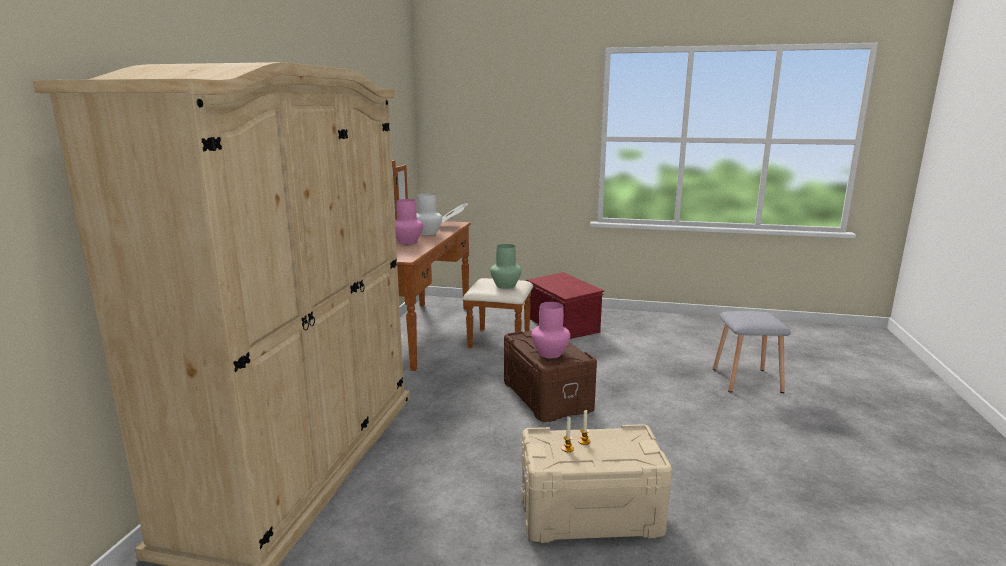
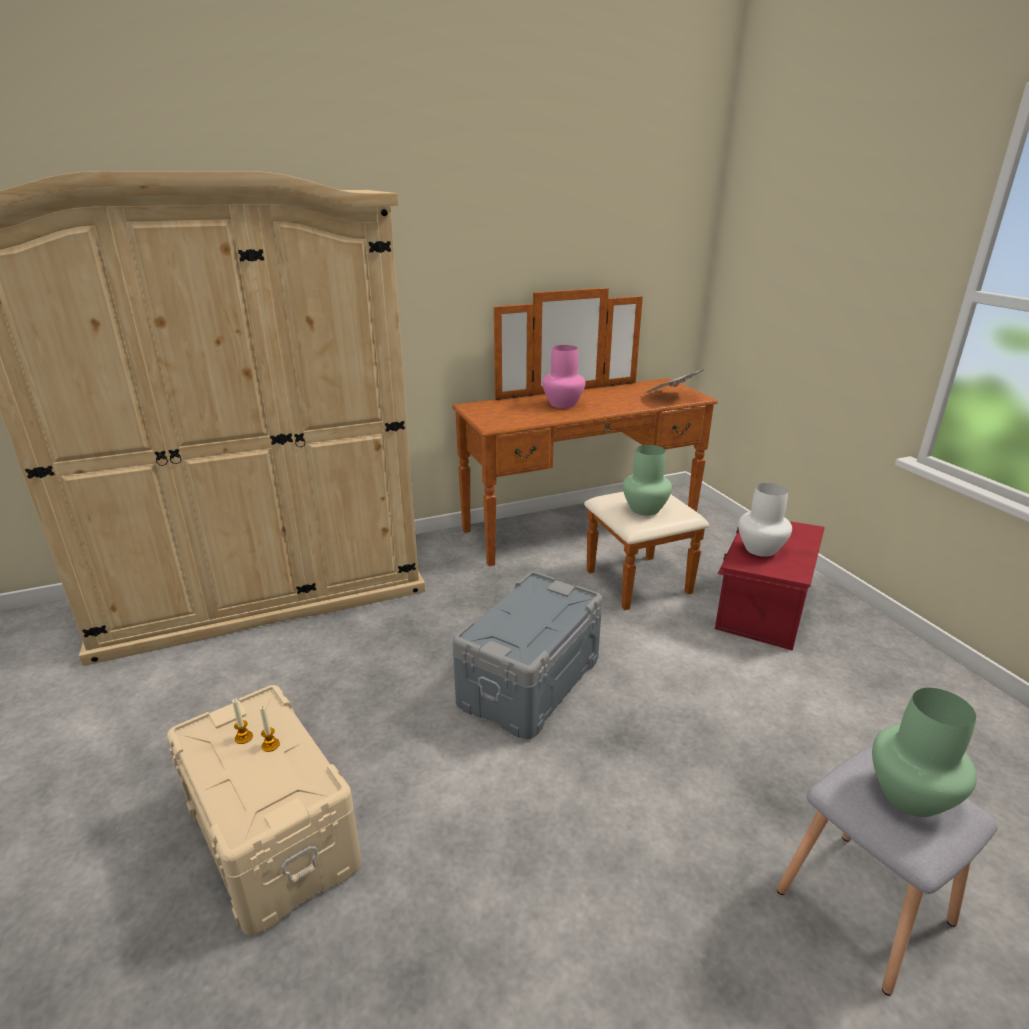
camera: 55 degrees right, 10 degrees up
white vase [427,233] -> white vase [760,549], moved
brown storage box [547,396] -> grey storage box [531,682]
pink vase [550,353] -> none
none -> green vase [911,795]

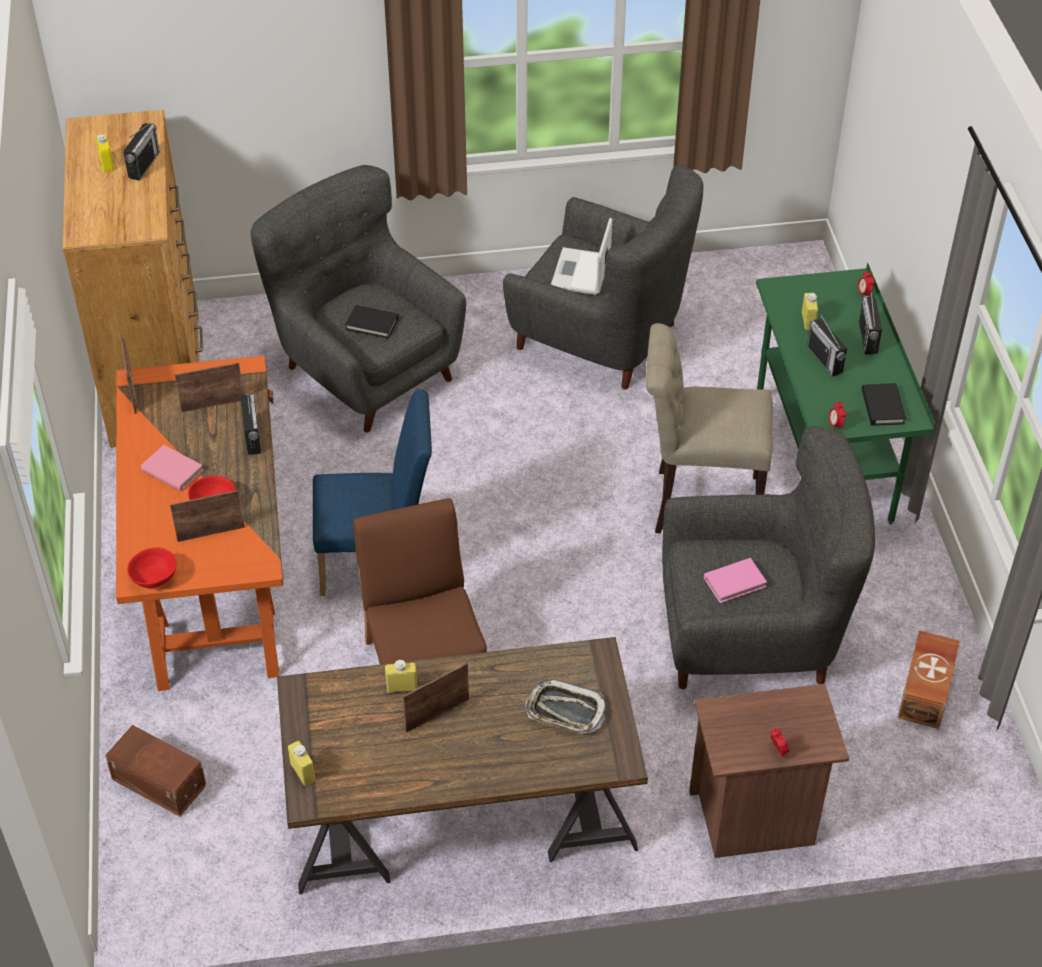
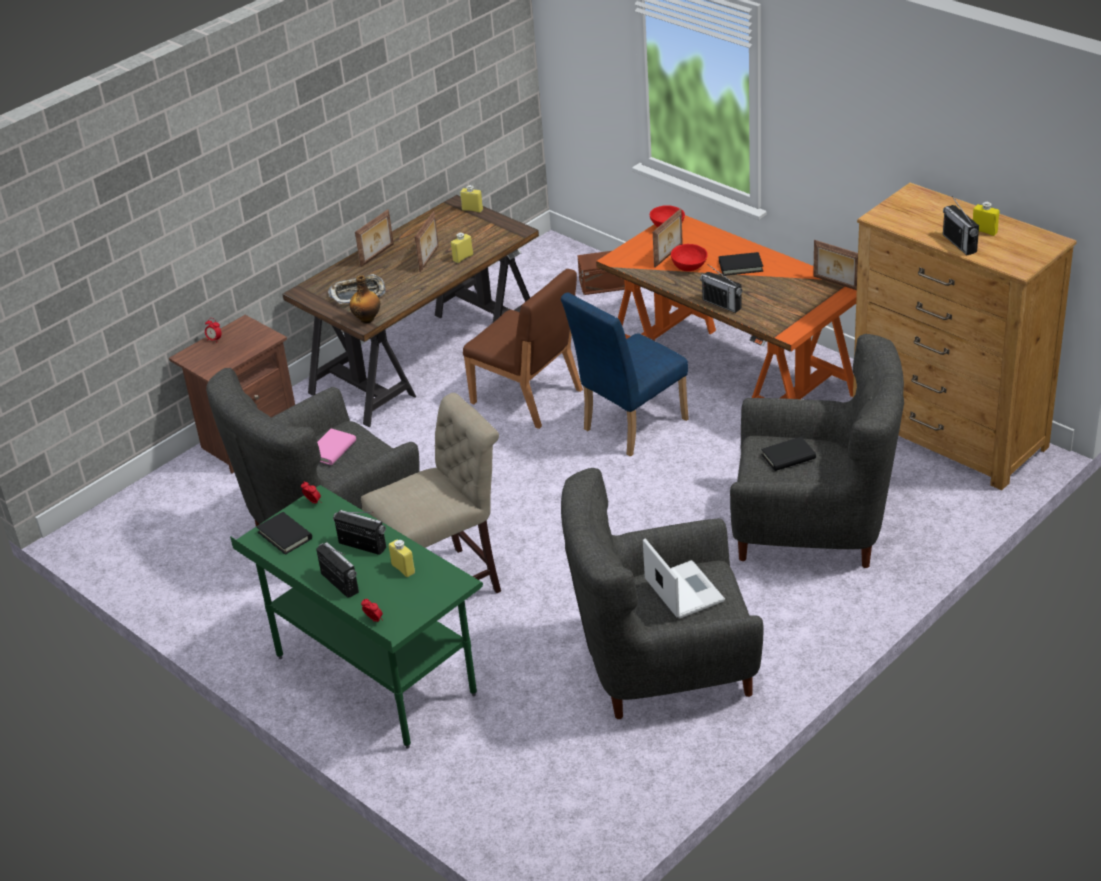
camera: 145 degrees right, 10 degrees down
pink book [172,471] -> black book [740,266]
picture frame [213,404] -> picture frame [377,255], moved
brown storage box [927,690] -> none
none -> bottle [367,319]

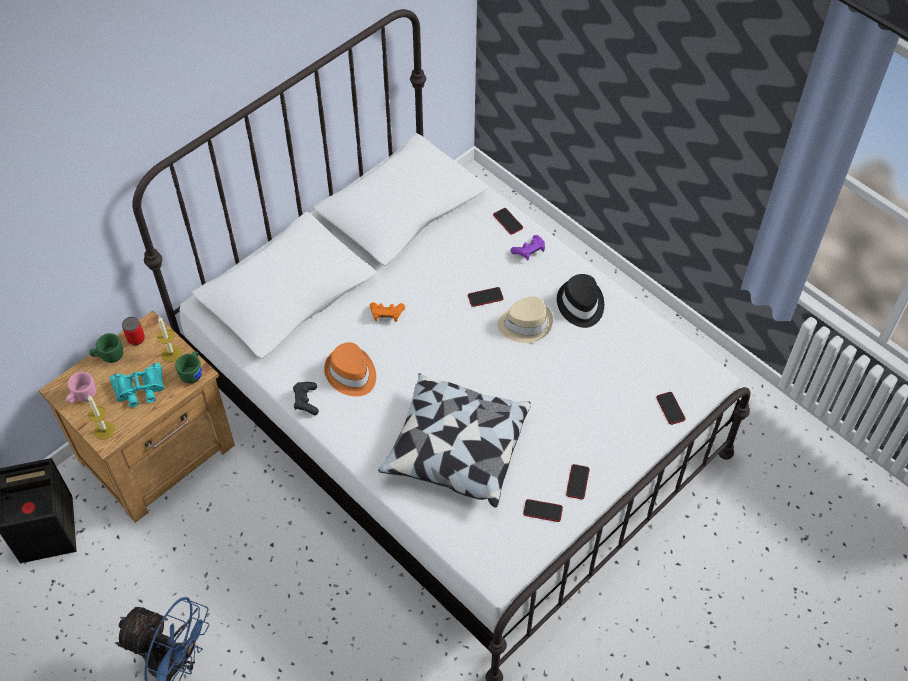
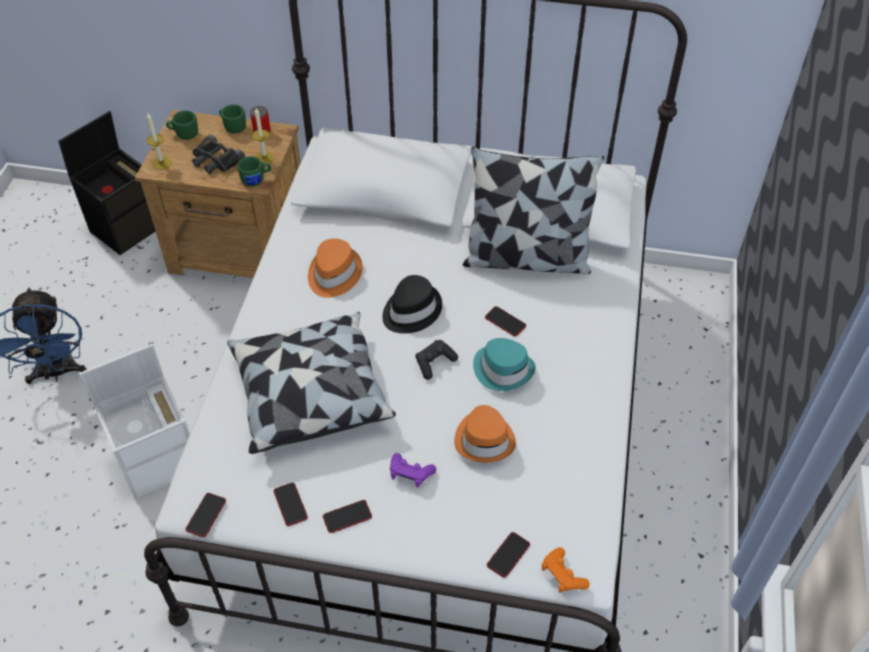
camera: 55 degrees right, 5 degrees down
pink mug [82,396] -> green mug [184,134]
turquoise binoculars [139,389] -> black binoculars [216,160]
black game controller [306,401] -> black game controller [434,363], moved
orange game controller [386,314] -> orange game controller [562,575], moved
phone [508,221] -> phone [206,515], moved
beige hat [525,323] -> turquoise hat [503,369]
purple game controller [529,251] -> purple game controller [410,474], moved
black hat [580,305] -> black hat [411,310], moved
none -> white storage box [159,460]
none -> orange hat [485,439]
none -> pillow [526,258]

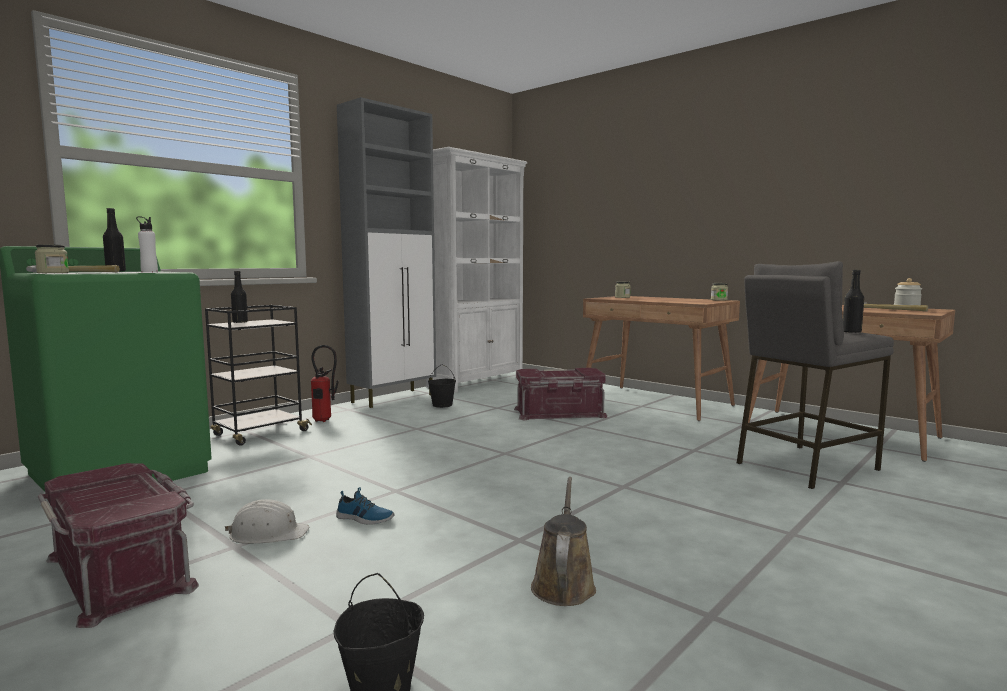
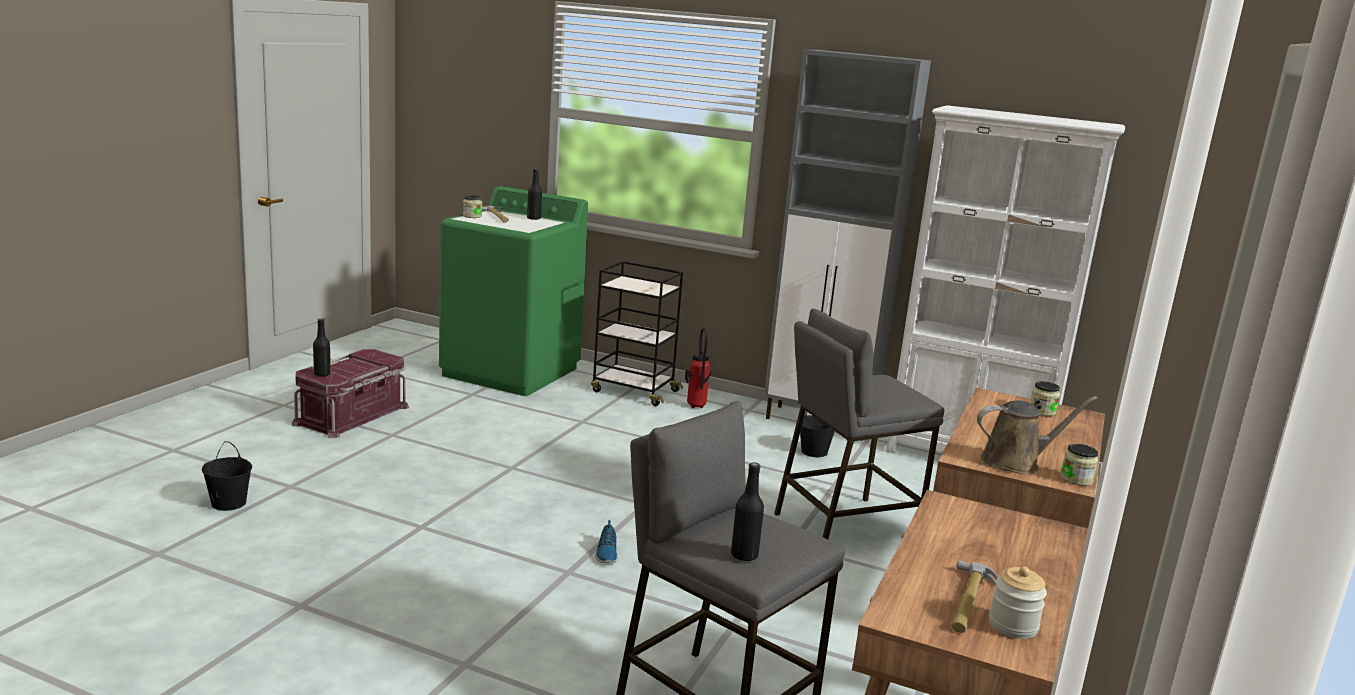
camera: 70 degrees right, 10 degrees up
white bottle [149,272] -> none
white hard hat [268,534] -> none
black bottle [240,322] -> black bottle [322,374], moved
shoe [364,518] -> shoe [606,552], moved
red storage box [559,413] -> grey stool [844,526]
brown watering can [563,584] -> brown watering can [1015,462], moved

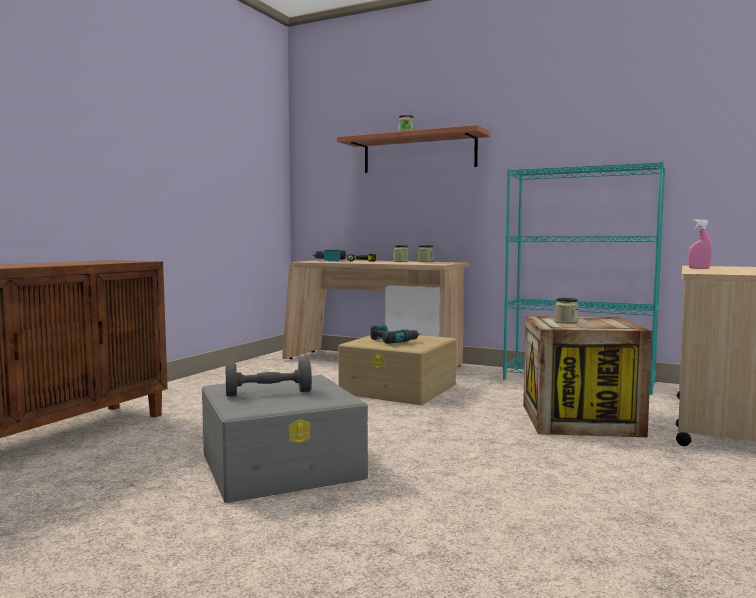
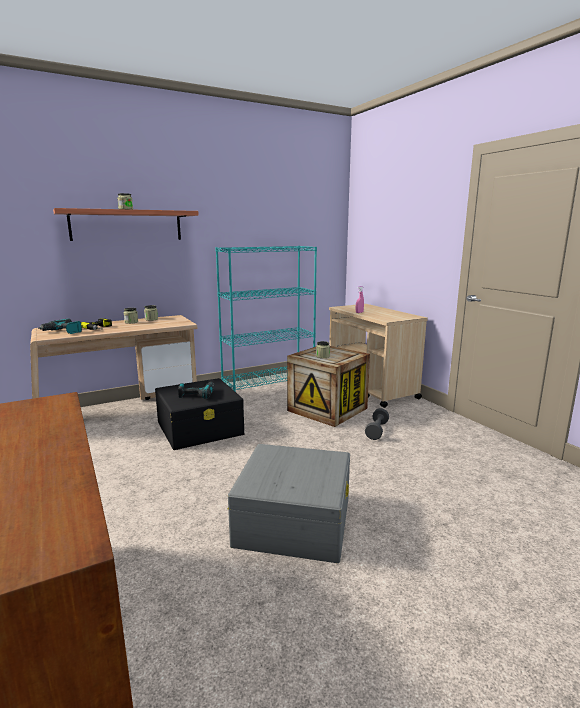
camera: 55 degrees left, 10 degrees up
grey dumbbell [268,393] -> grey dumbbell [377,431], moved
beige storage box [399,389] -> black storage box [200,428]

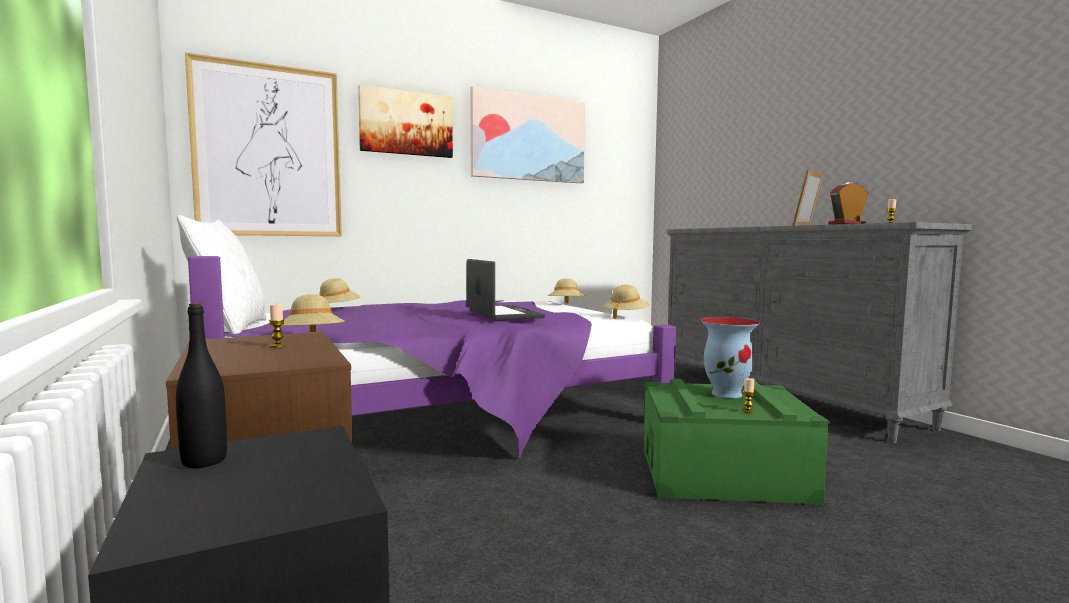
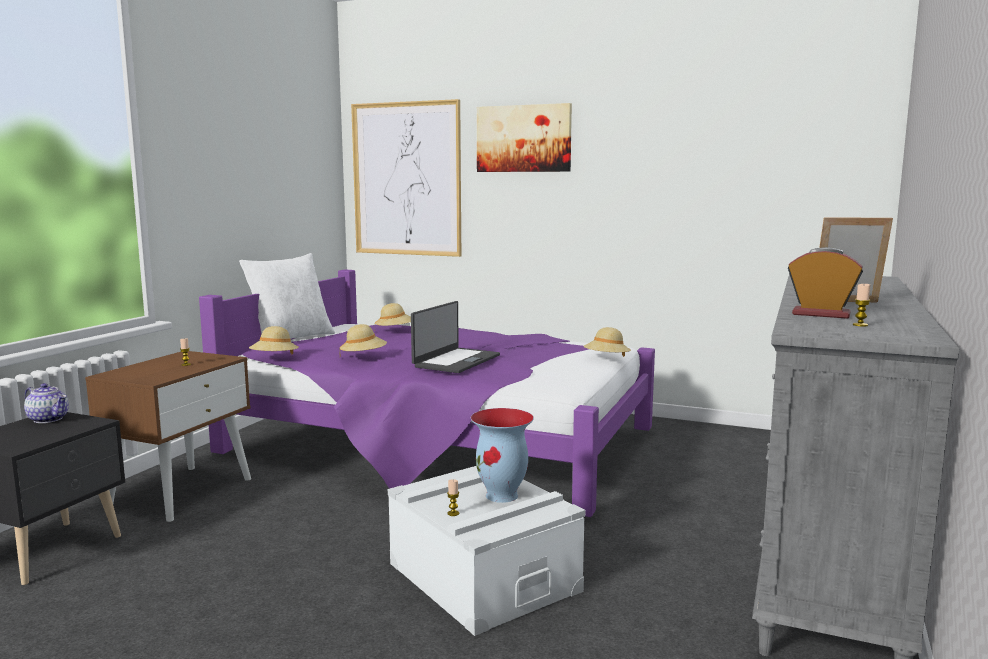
camera: 50 degrees right, 5 degrees up
black bottle [204,461] -> teapot [49,419]
picture [528,138] -> none
beige hat [625,316] -> beige hat [364,357], moved
green storage box [723,474] -> white storage box [482,577]

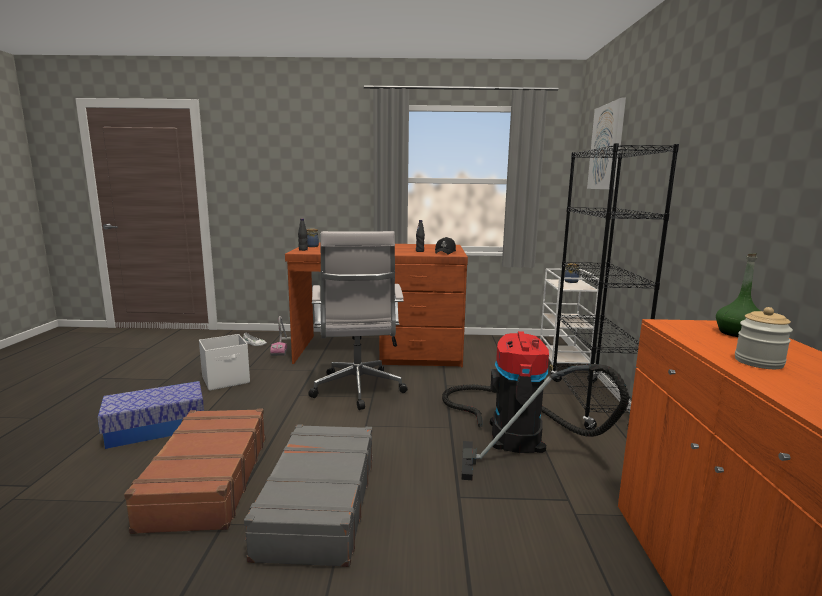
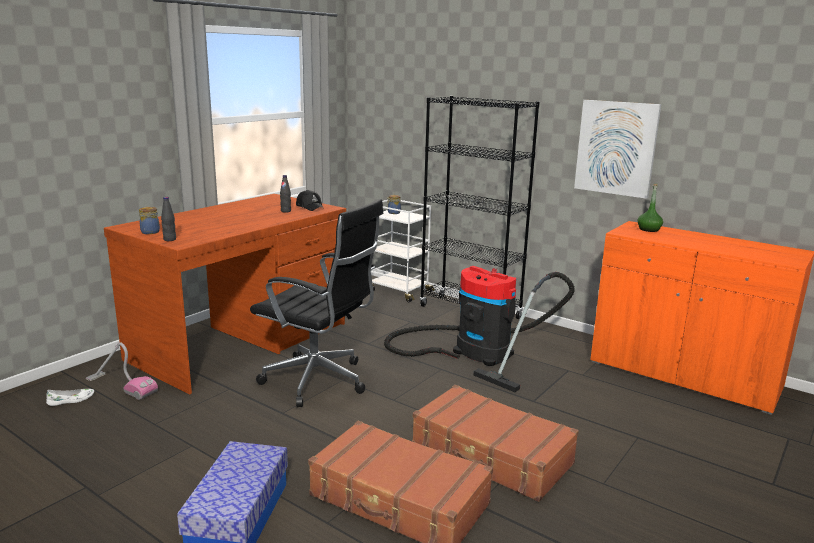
camera: 55 degrees left, 5 degrees up
white storage box [226,380] -> none
grey suitcase [318,504] -> brown suitcase [491,455]
white office chair [358,391] -> black office chair [320,382]
picture [607,147] -> picture [616,148], moved
jar [758,362] -> none

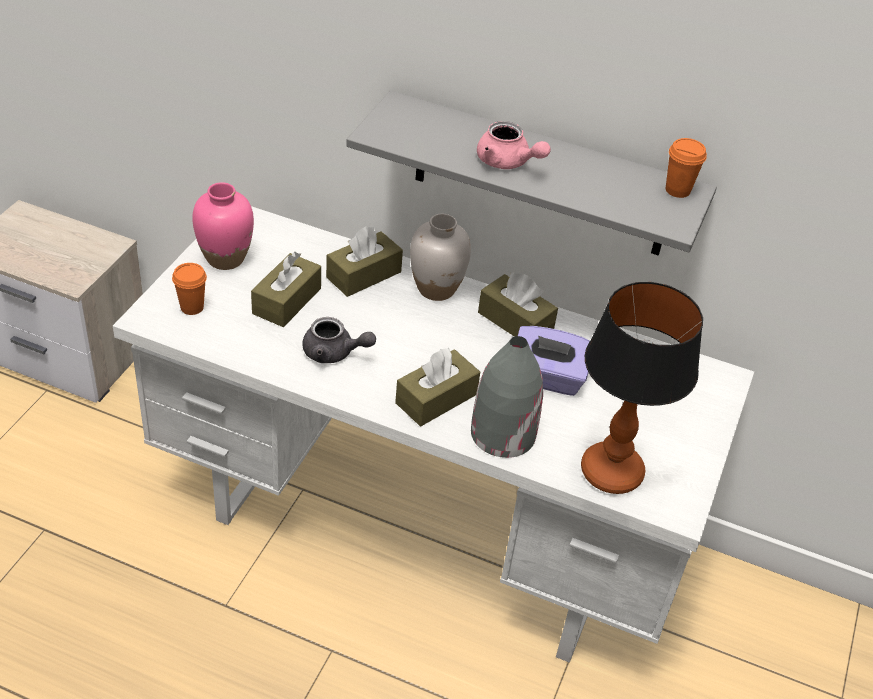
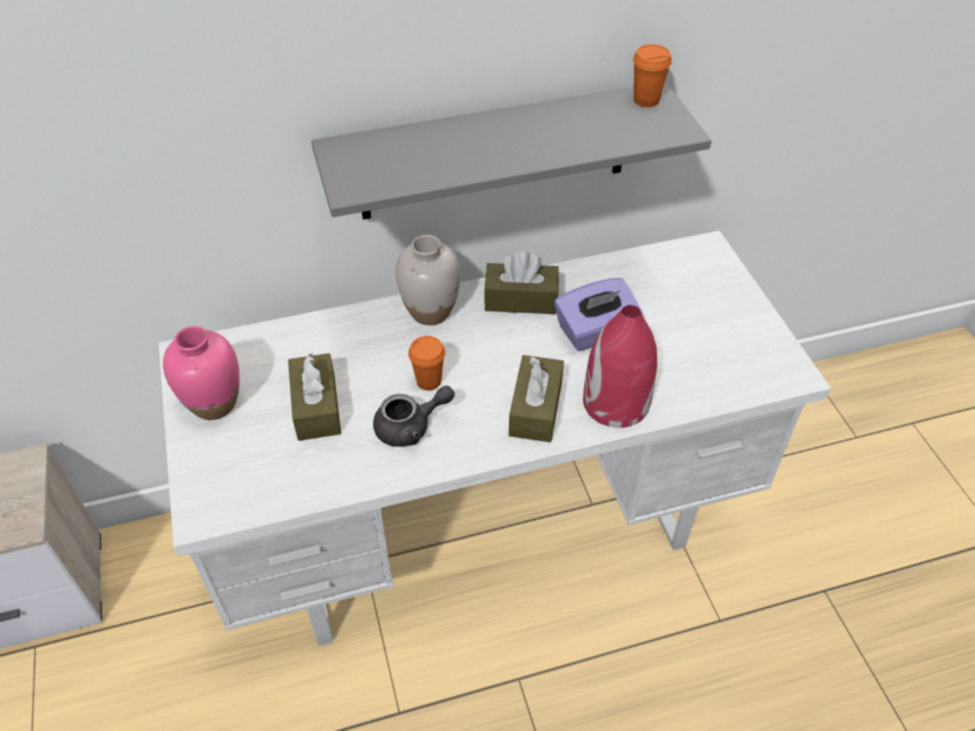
camera: 35 degrees left, 5 degrees up
orange cup [192,307] -> orange cup [428,381], moved
brown tissue box [363,275] -> none
grey vase [502,433] -> red vase [615,402]
pink teapot [507,162] -> none
table lamp [612,471] -> none

